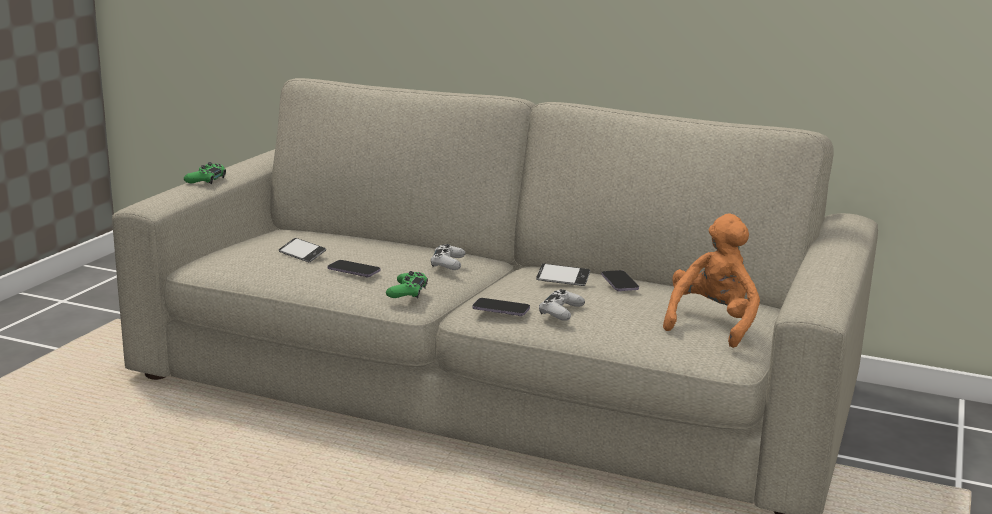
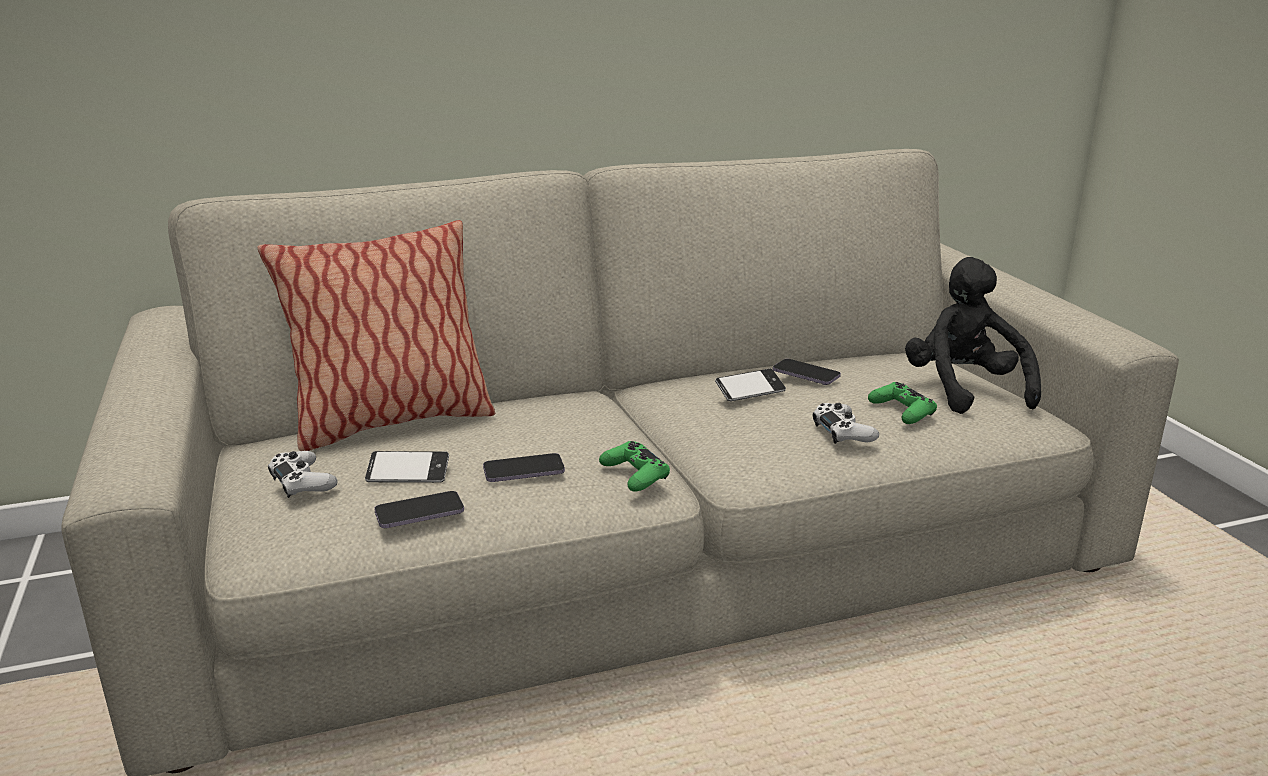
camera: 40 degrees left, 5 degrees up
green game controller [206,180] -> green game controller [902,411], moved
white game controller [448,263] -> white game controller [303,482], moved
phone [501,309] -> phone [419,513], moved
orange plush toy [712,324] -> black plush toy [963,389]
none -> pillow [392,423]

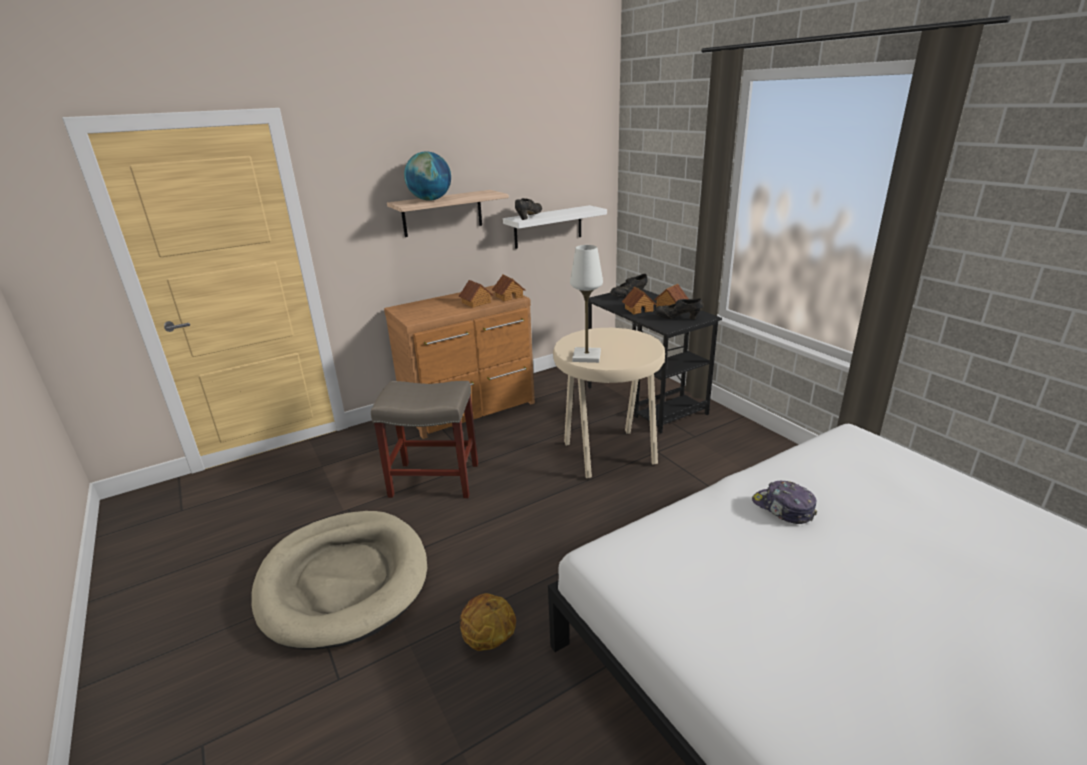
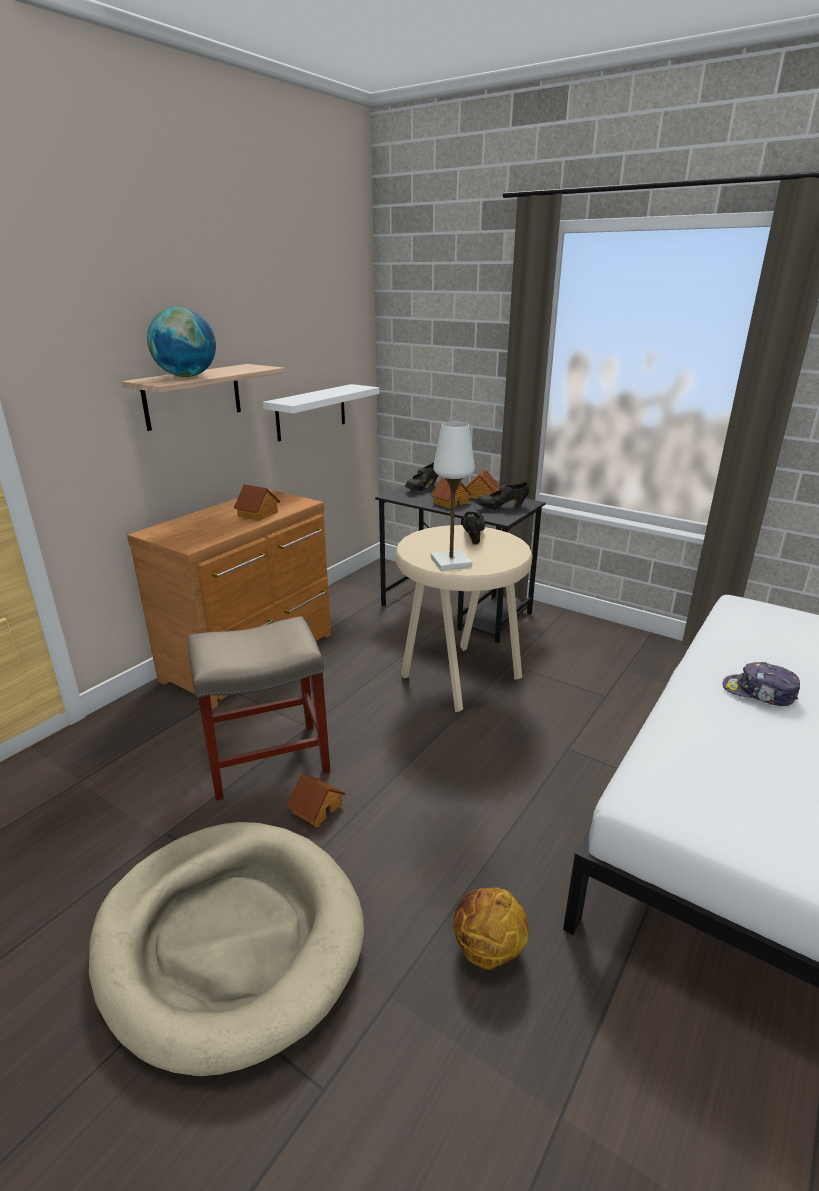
camera: 25 degrees left, 0 degrees up
toy house [509,296] -> toy house [316,808], moved
black shoe [529,217] -> black shoe [472,536], moved

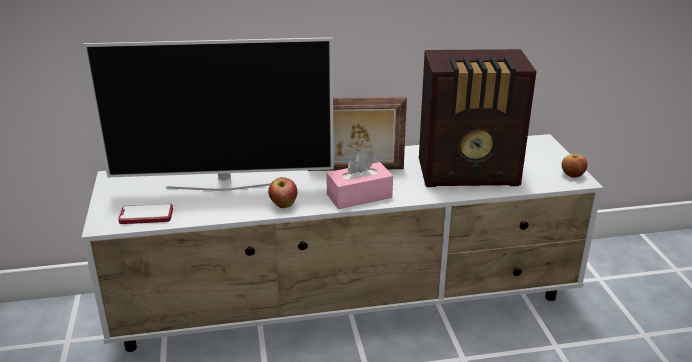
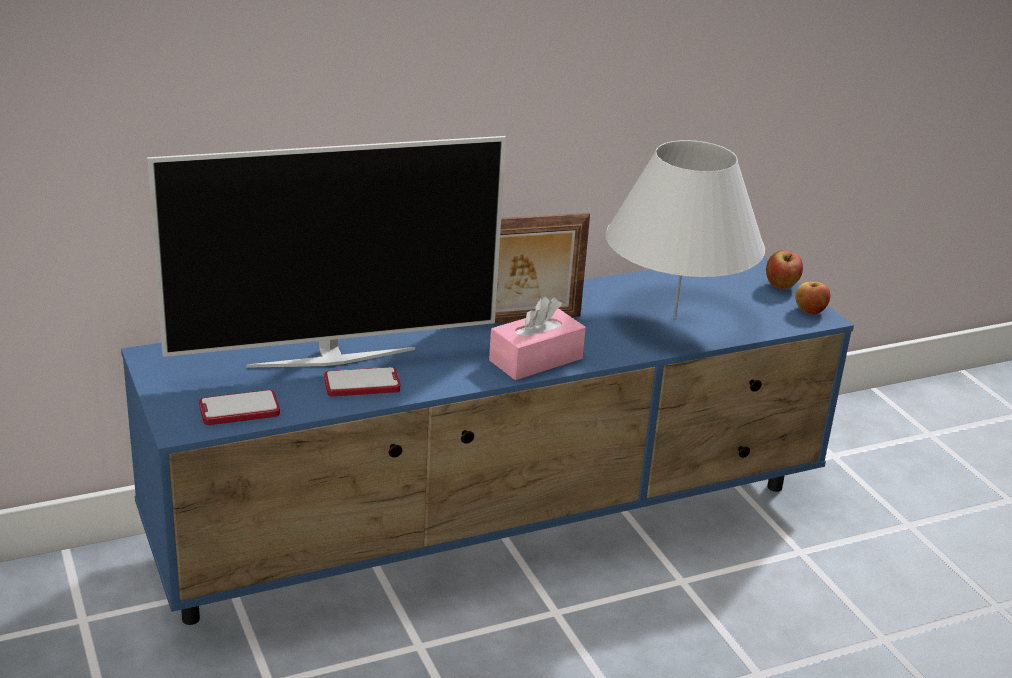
camera: 15 degrees left, 0 degrees up
white tv stand [348,306] -> blue tv stand [497,525]
apple [283,205] -> apple [781,286], moved
radio [470,173] -> white table lamp [674,317]
none -> phone [362,384]

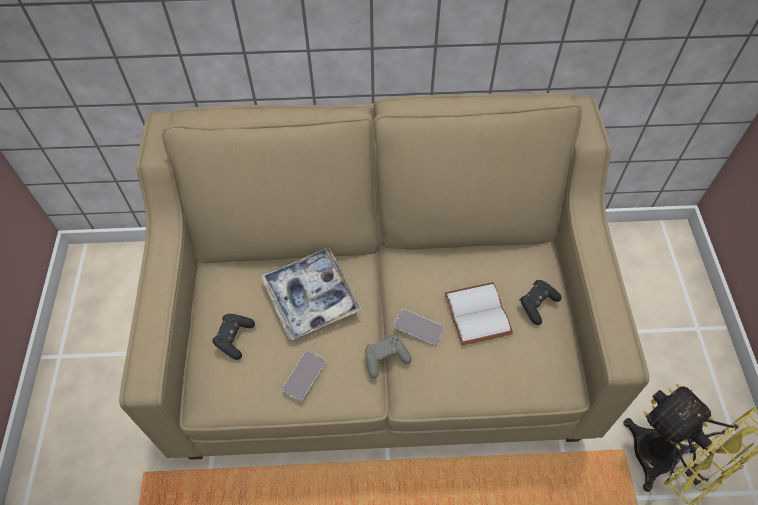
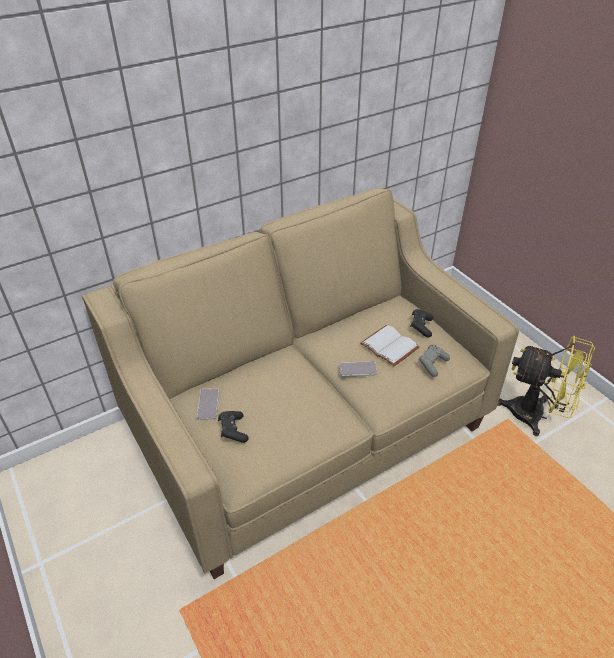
camera: 30 degrees left, 15 degrees down
tray [311,297] -> none
phone [304,376] -> phone [208,404], moved
grey game controller [385,359] -> grey game controller [432,364], moved

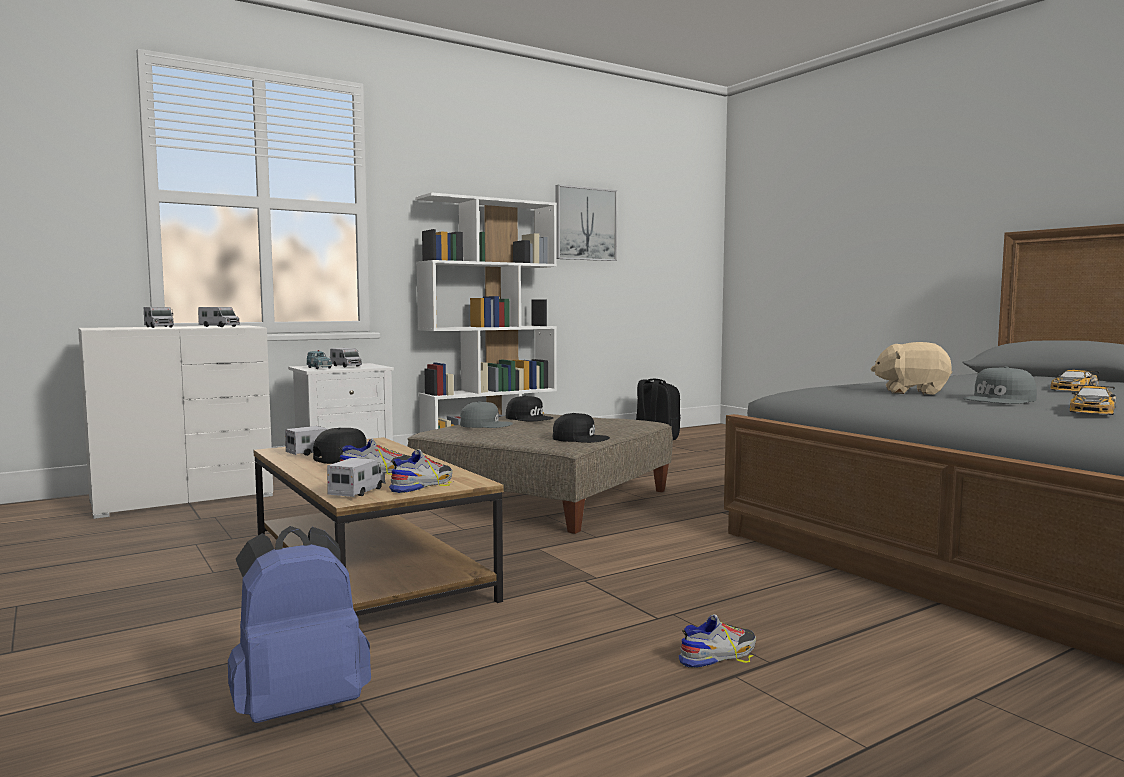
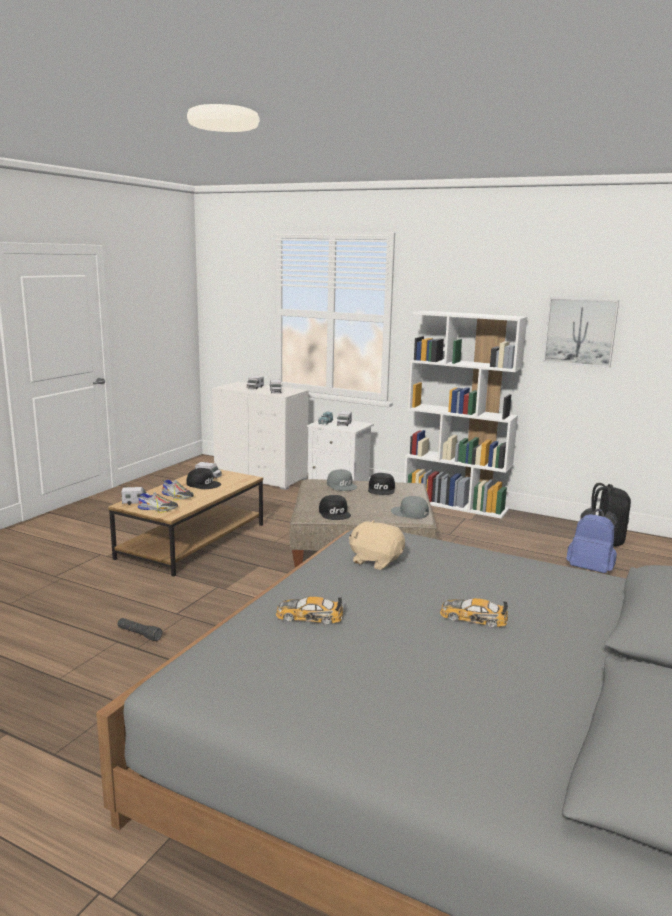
camera: 60 degrees right, 10 degrees up
blue backpack [299,707] -> blue backpack [590,569], moved
shoe [718,654] -> black flashlight [139,634]
beige plush toy [911,392] -> beige plush toy [376,561], 45 degrees counterclockwise
grey cap [1000,400] -> grey cap [409,513], moved

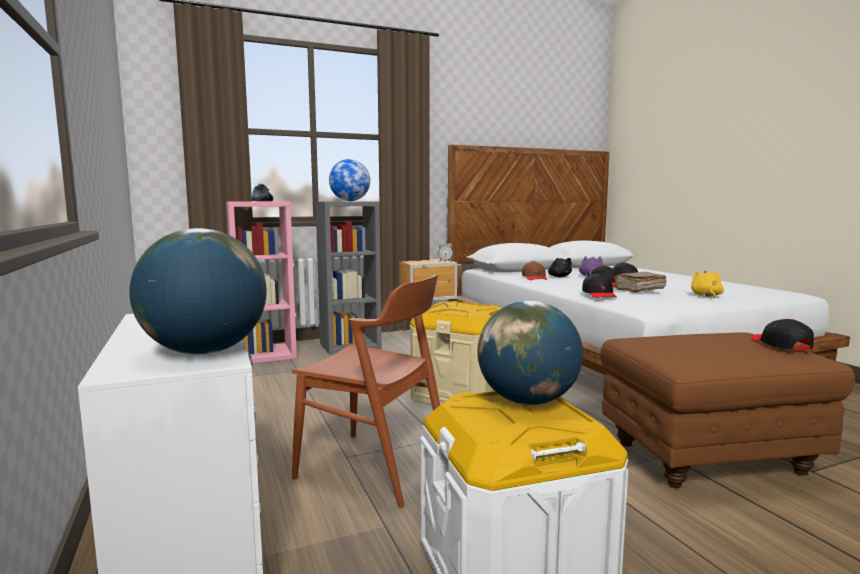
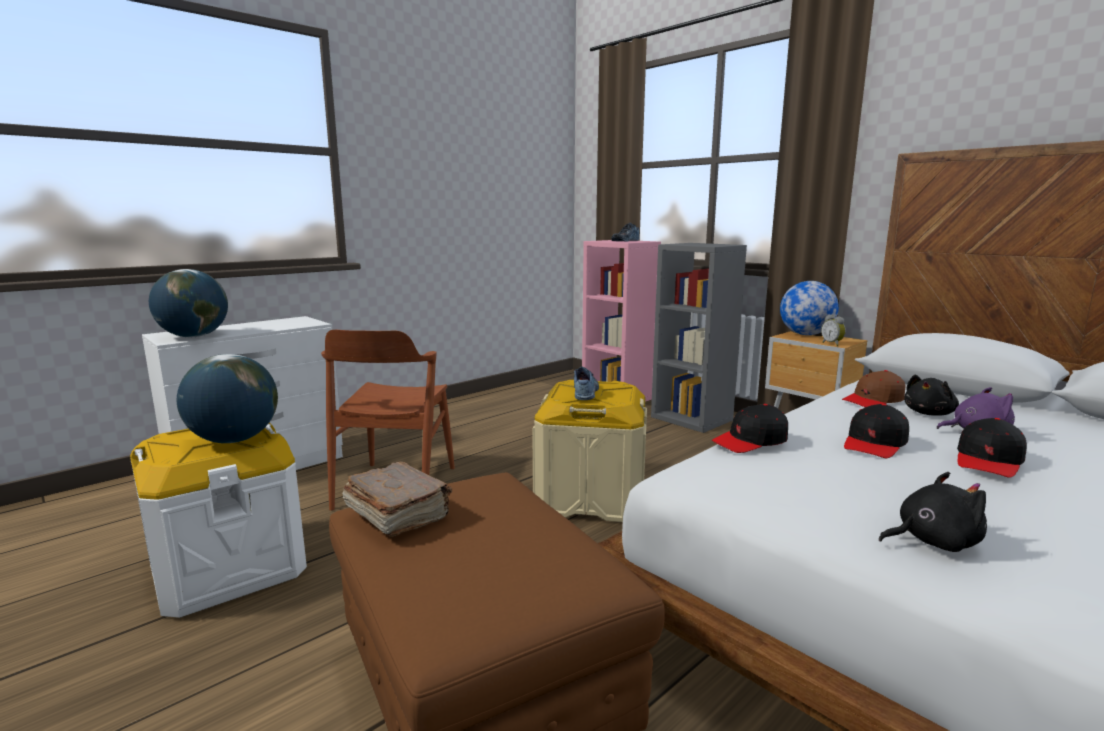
camera: 70 degrees right, 5 degrees up
globe [350,201] -> globe [806,334], moved
brown book [639,290] -> brown book [397,514], moved
yellow plush toy [706,296] -> black plush toy [932,541]
black cap [780,345] -> none
none -> shoe [586,391]

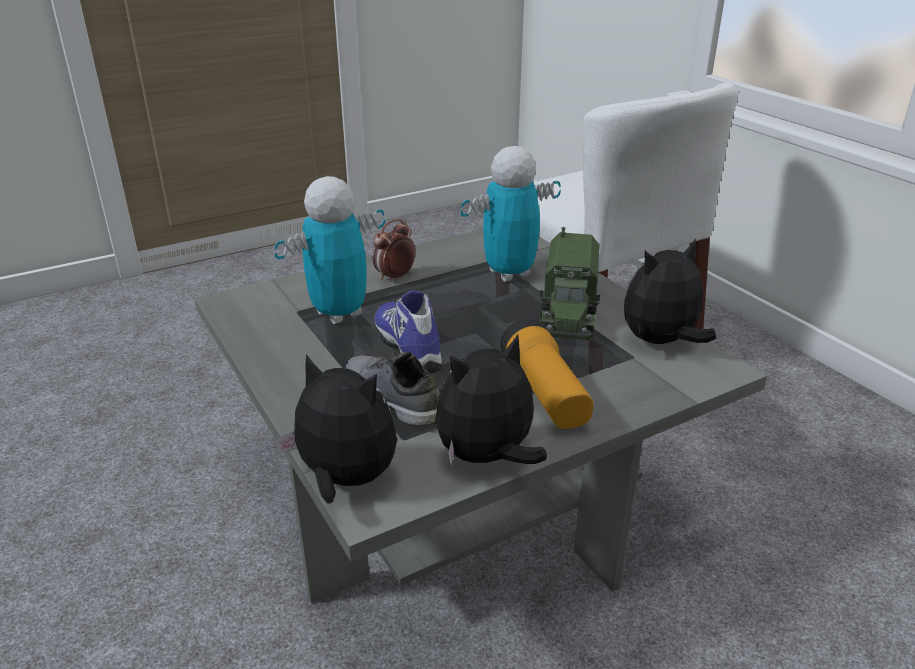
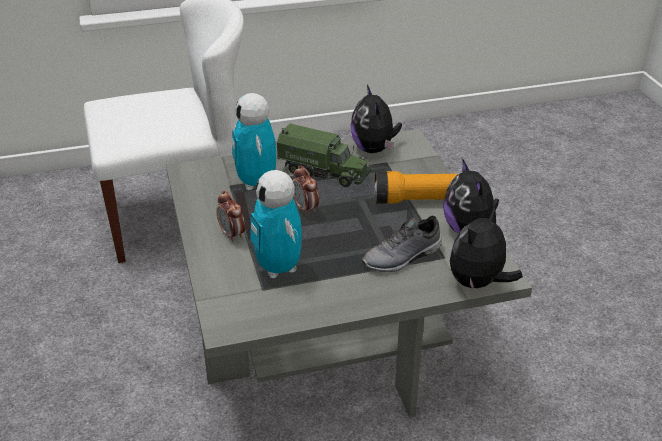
camera: 75 degrees left, 5 degrees up
shoe [410,348] -> none
none -> alarm clock [305,208]

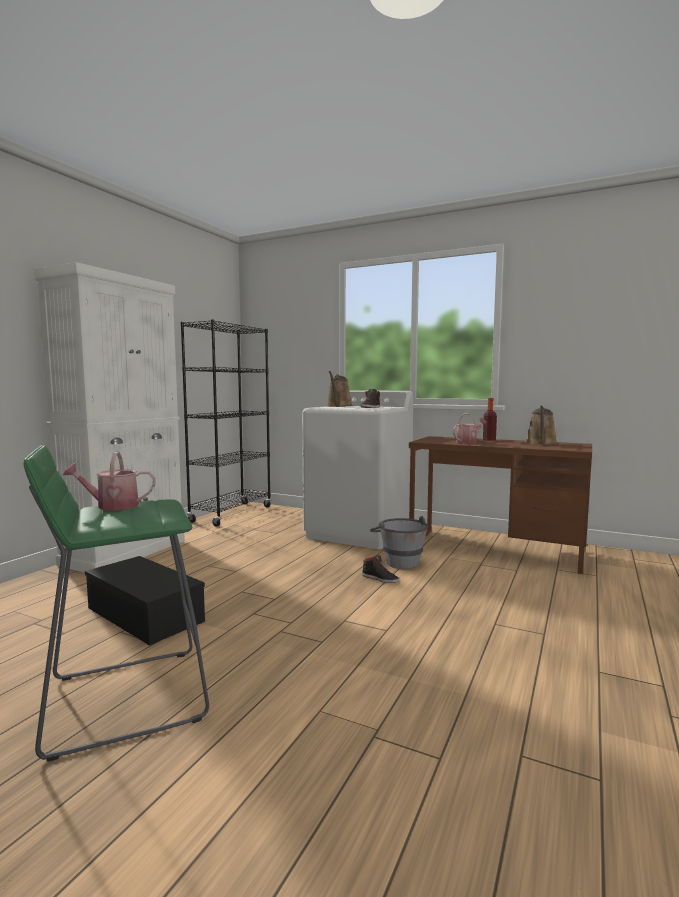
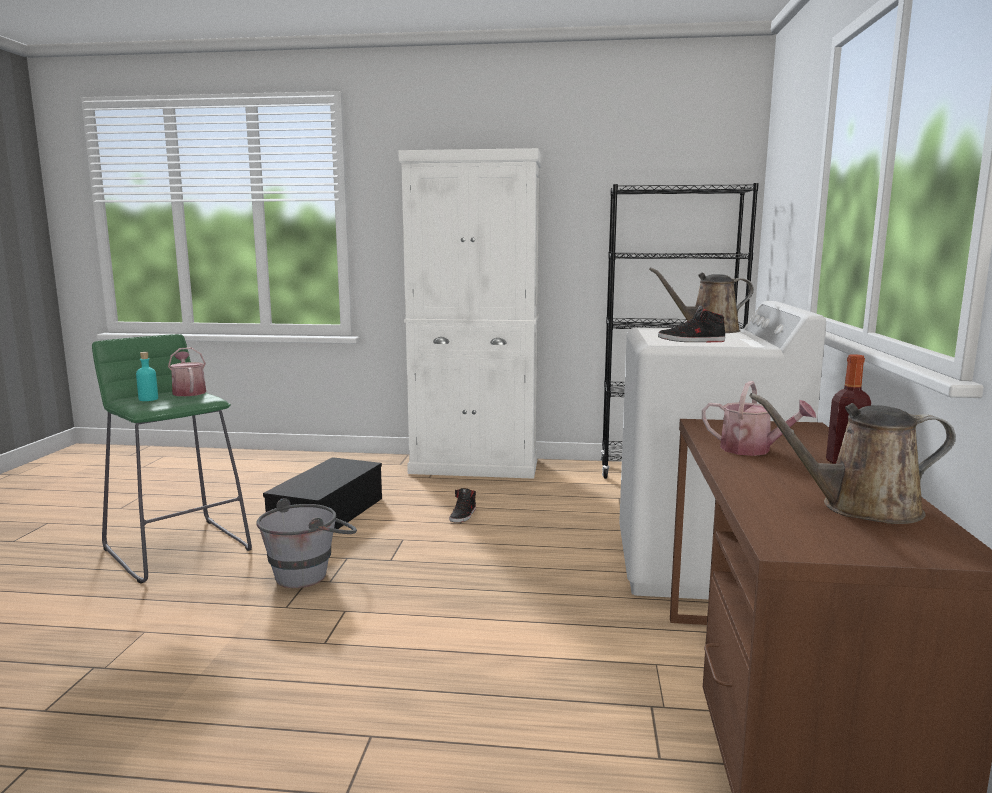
camera: 70 degrees right, 5 degrees up
black shoe [380,578] -> black shoe [463,515], moved
grey bucket [399,561] -> grey bucket [310,573], moved
none -> turquoise bottle [148,399]

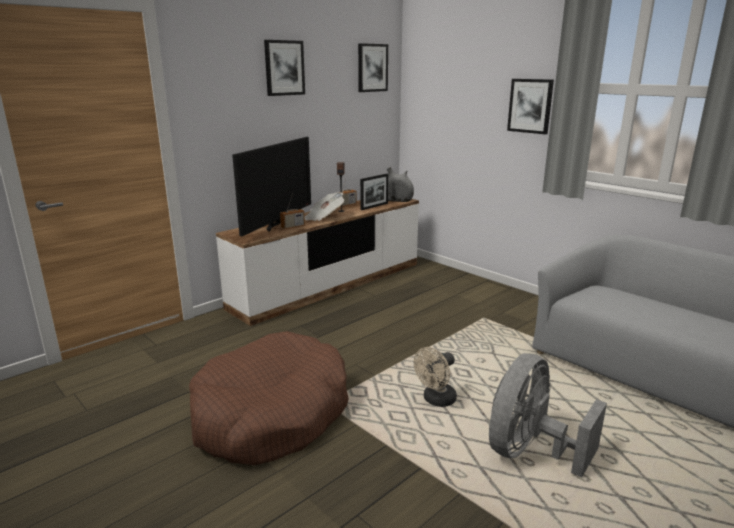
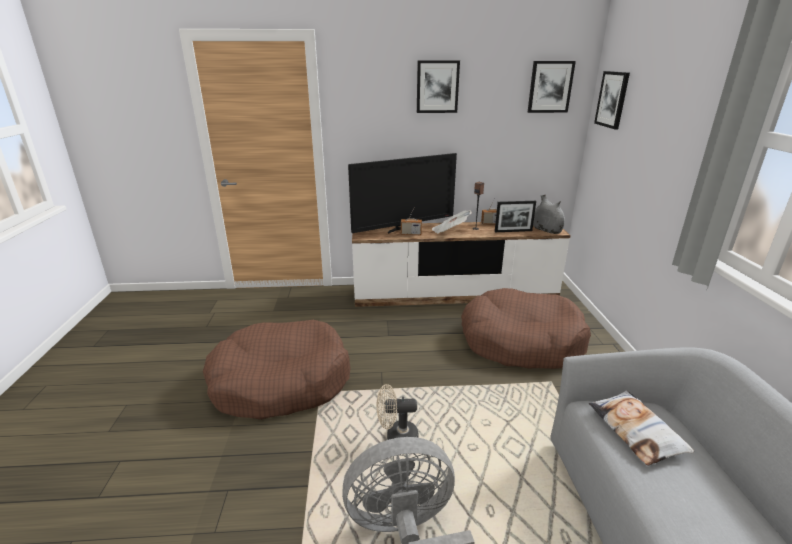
camera: 40 degrees right, 5 degrees up
picture [530,106] -> picture [612,99], moved
none -> brown dog bed [520,341]
none -> pillow [636,431]

